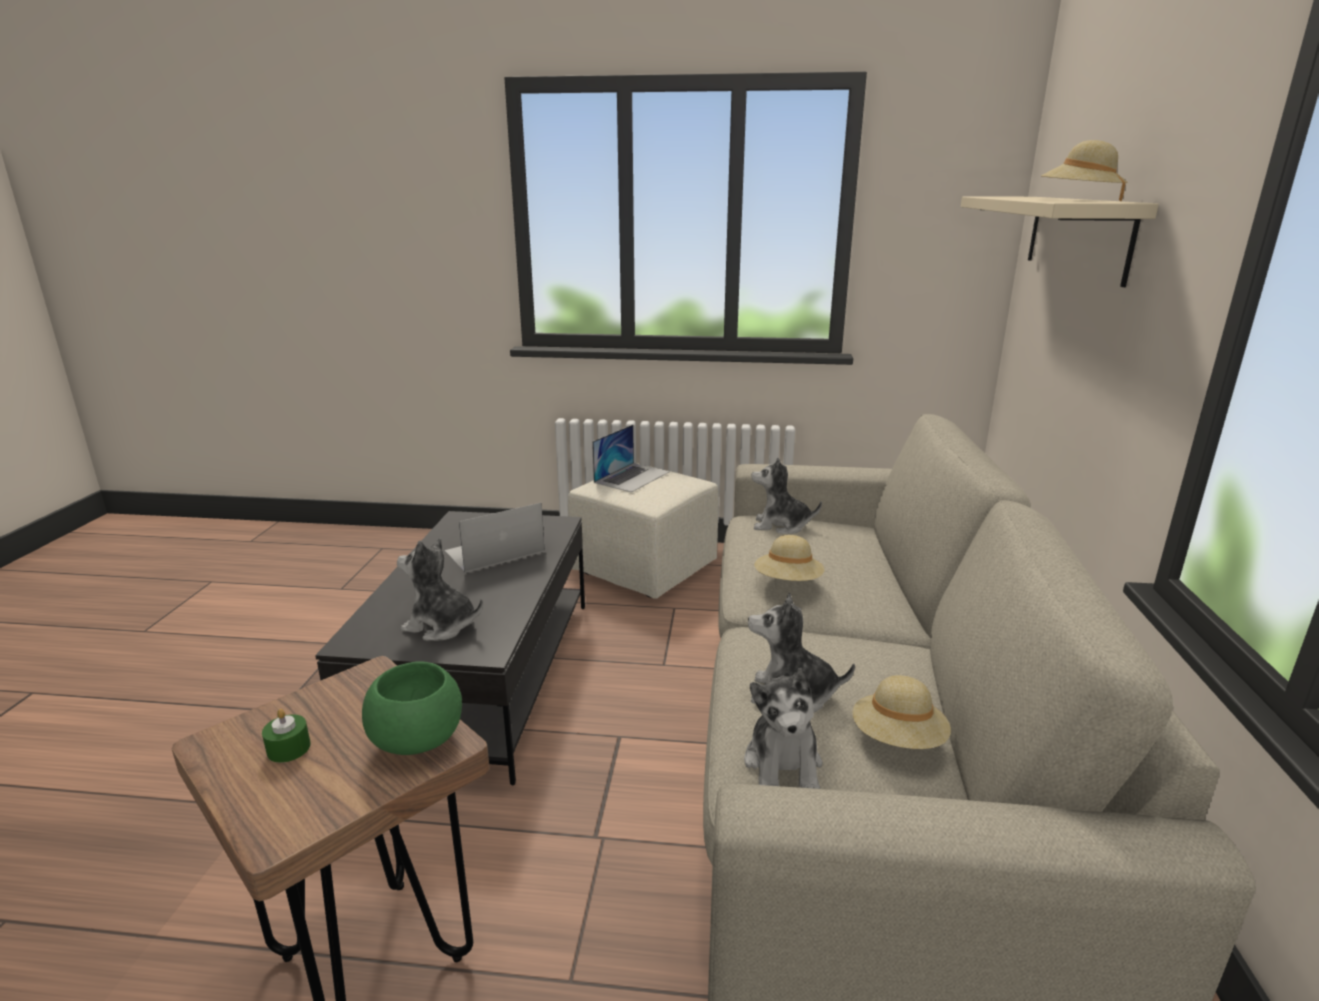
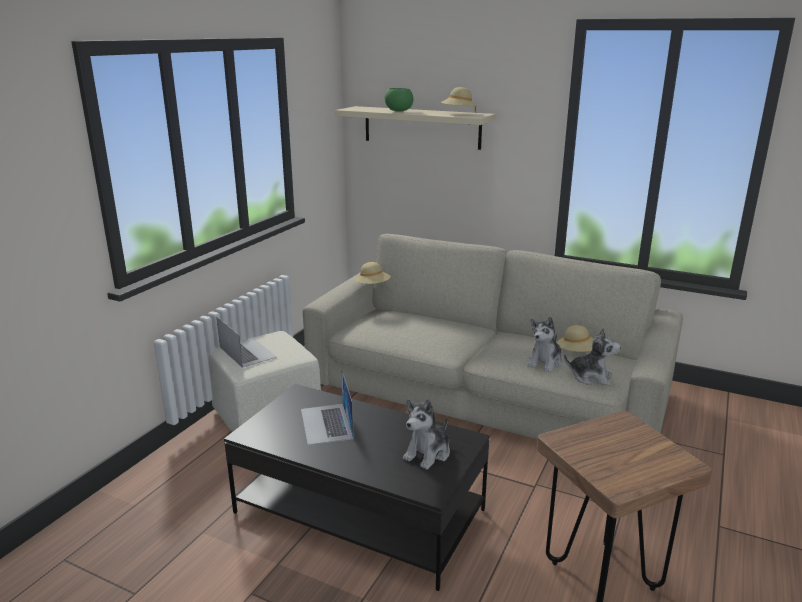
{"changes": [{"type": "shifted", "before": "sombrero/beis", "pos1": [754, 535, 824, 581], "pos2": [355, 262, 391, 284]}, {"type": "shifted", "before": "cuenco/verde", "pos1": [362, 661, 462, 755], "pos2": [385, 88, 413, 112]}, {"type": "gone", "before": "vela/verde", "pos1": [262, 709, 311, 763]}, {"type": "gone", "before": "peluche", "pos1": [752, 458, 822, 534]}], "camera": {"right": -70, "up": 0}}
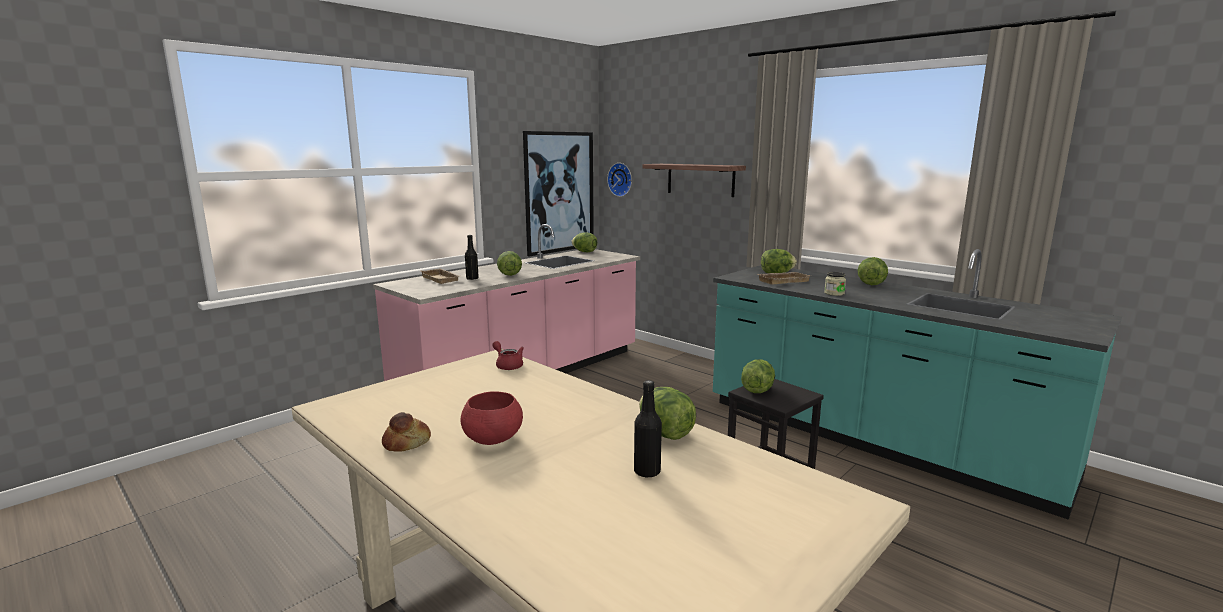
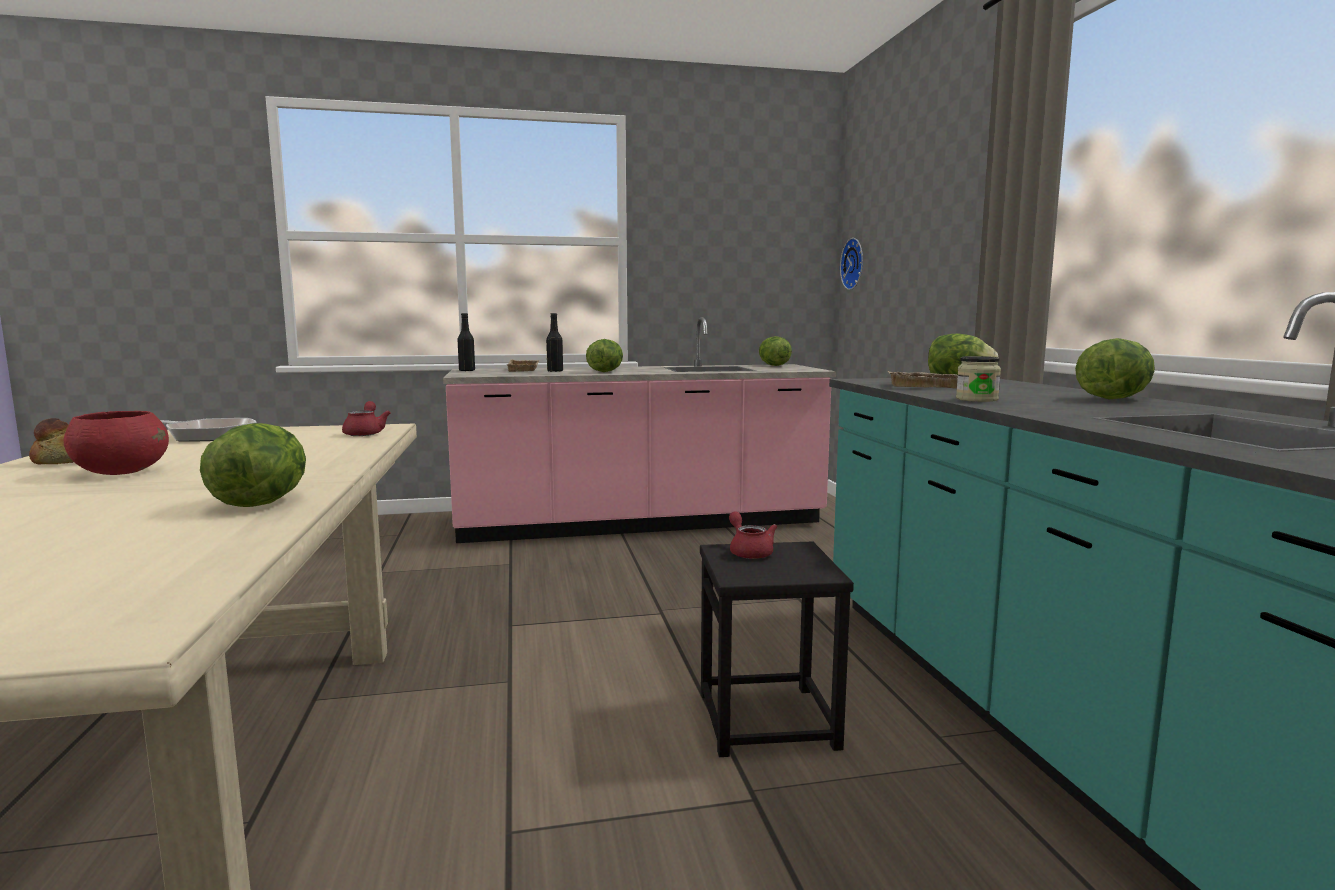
{"changes": [{"type": "new", "after": "sartén", "pos2": [160, 418, 257, 442]}, {"type": "shifted", "before": "botella/negro", "pos1": [634, 380, 662, 477], "pos2": [457, 313, 475, 371]}, {"type": "swapped", "before": "lechuga", "after": "tetera/rojo", "pos1": [741, 359, 775, 393], "pos2": [729, 511, 777, 559]}, {"type": "gone", "before": "cuadro", "pos1": [523, 131, 594, 256]}, {"type": "gone", "before": "estante", "pos1": [643, 164, 746, 197]}], "camera": {"right": 35, "up": -5}}
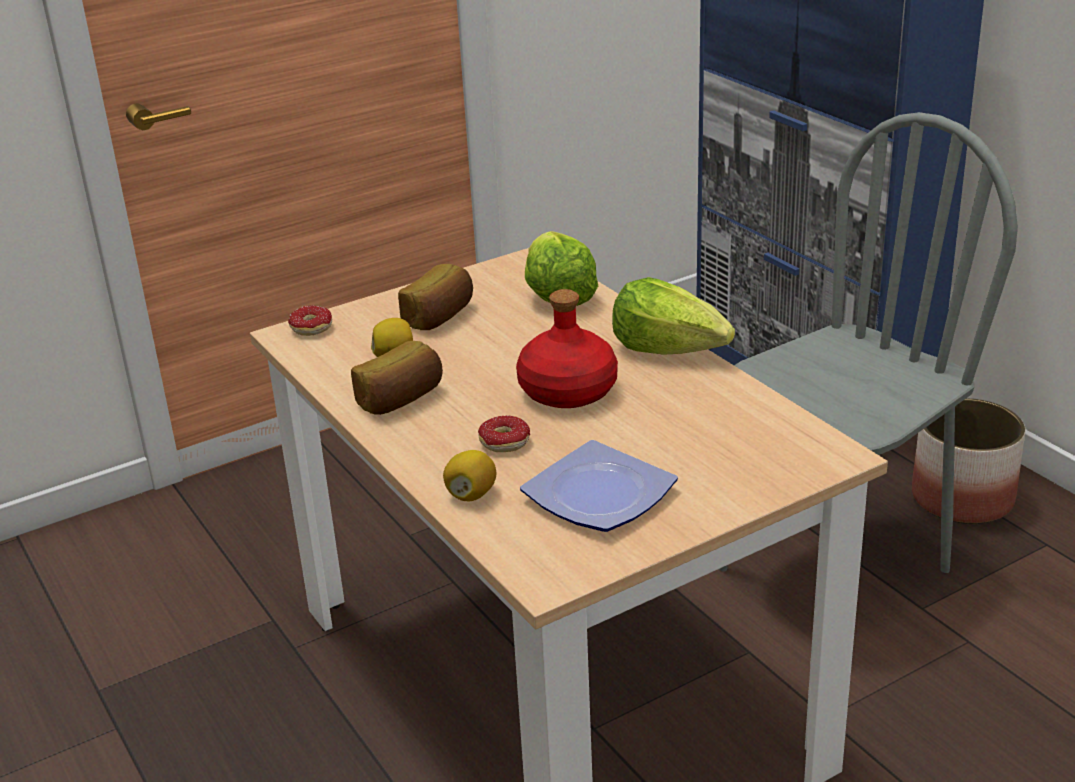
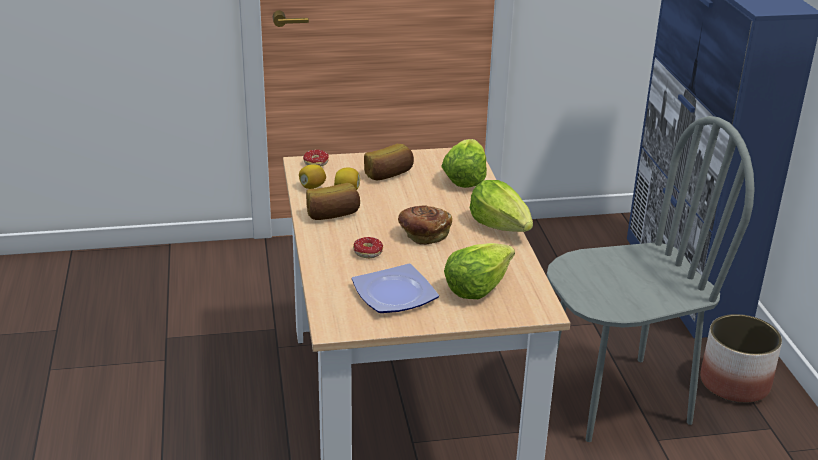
{"changes": [{"type": "shifted", "before": "limón", "pos1": [443, 450, 496, 501], "pos2": [299, 164, 326, 189]}, {"type": "swapped", "before": "botella/rojo", "after": "pan", "pos1": [516, 289, 618, 408], "pos2": [398, 205, 452, 245]}, {"type": "new", "after": "lechuga", "pos2": [444, 243, 515, 299]}], "camera": {"right": 20, "up": 0}}
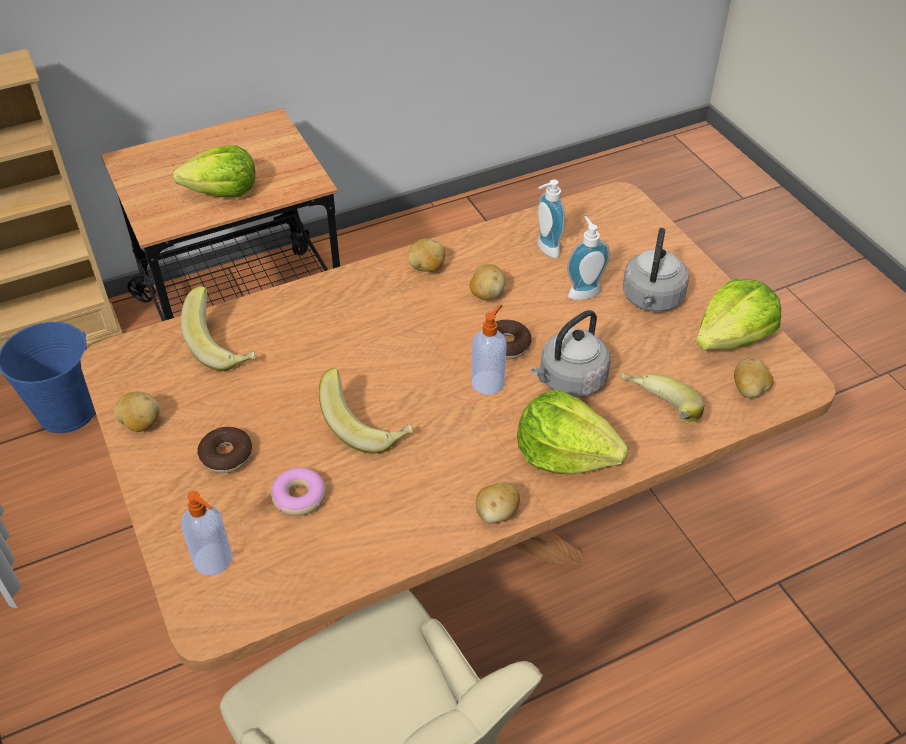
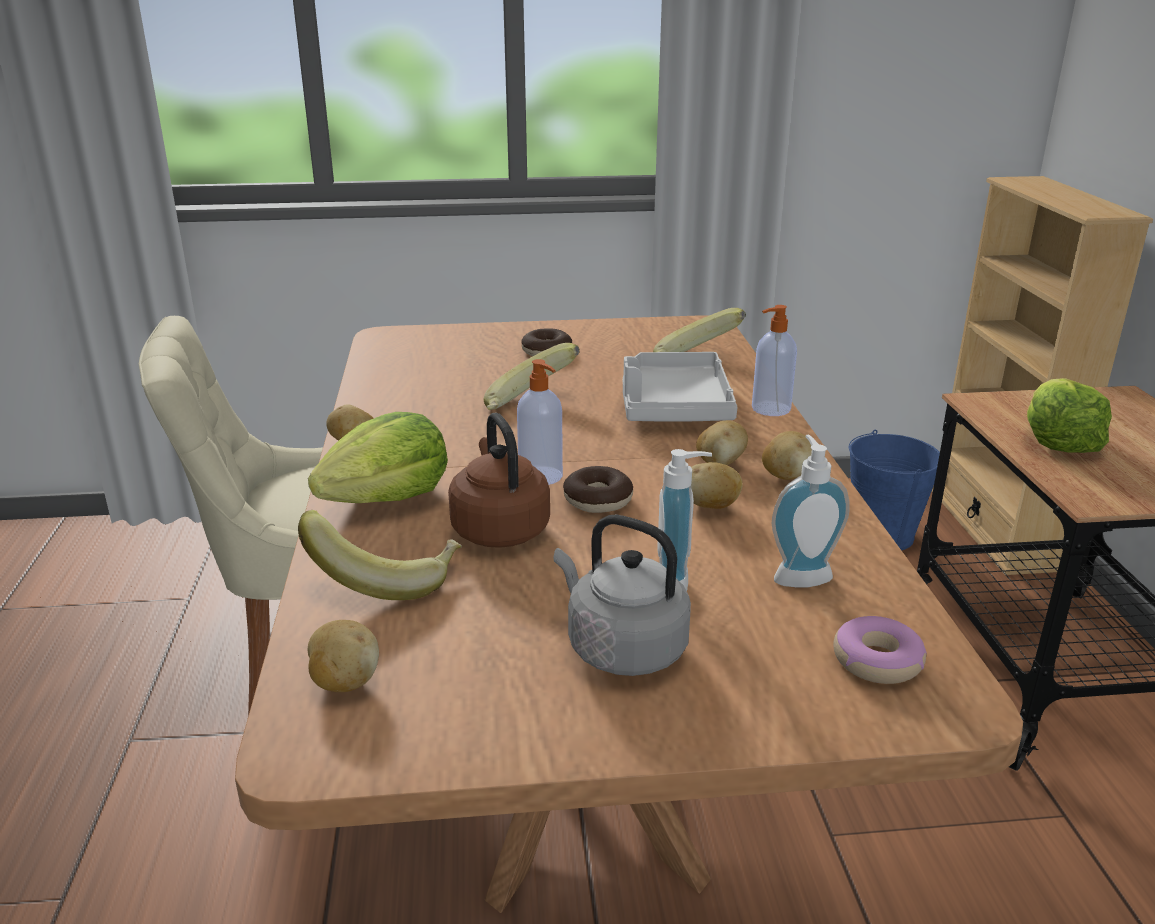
{"changes": [{"type": "repainted", "before": "hervidor/gris", "after": "hervidor/marrón", "pos1": [531, 310, 610, 397], "pos2": [448, 413, 550, 548]}, {"type": "new", "after": "bandeja/gris", "pos2": [623, 352, 738, 422]}, {"type": "shifted", "before": "patata", "pos1": [114, 391, 160, 432], "pos2": [696, 420, 748, 465]}, {"type": "shifted", "before": "dispensador de jabón", "pos1": [181, 491, 232, 575], "pos2": [752, 305, 797, 416]}, {"type": "shifted", "before": "rosquilla", "pos1": [271, 468, 326, 516], "pos2": [833, 616, 927, 684]}, {"type": "gone", "before": "lechuga", "pos1": [696, 279, 781, 350]}], "camera": {"right": 110, "up": -20}}
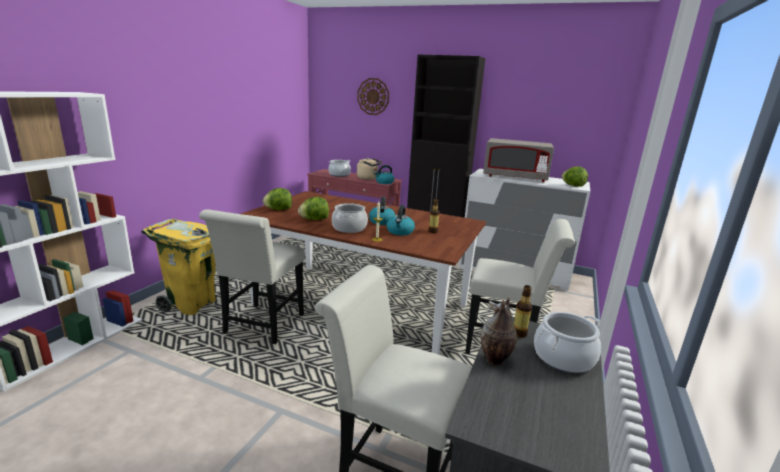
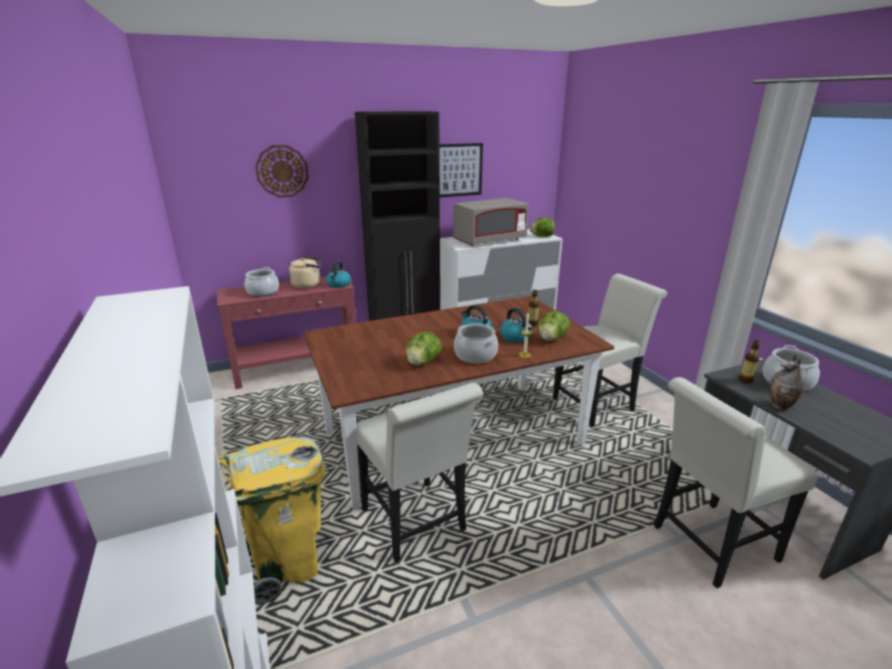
{"changes": [{"type": "new", "after": "cuadro", "pos2": [439, 143, 483, 197]}, {"type": "shifted", "before": "lechuga", "pos1": [263, 188, 292, 210], "pos2": [538, 311, 570, 341]}], "camera": {"right": -45, "up": 5}}
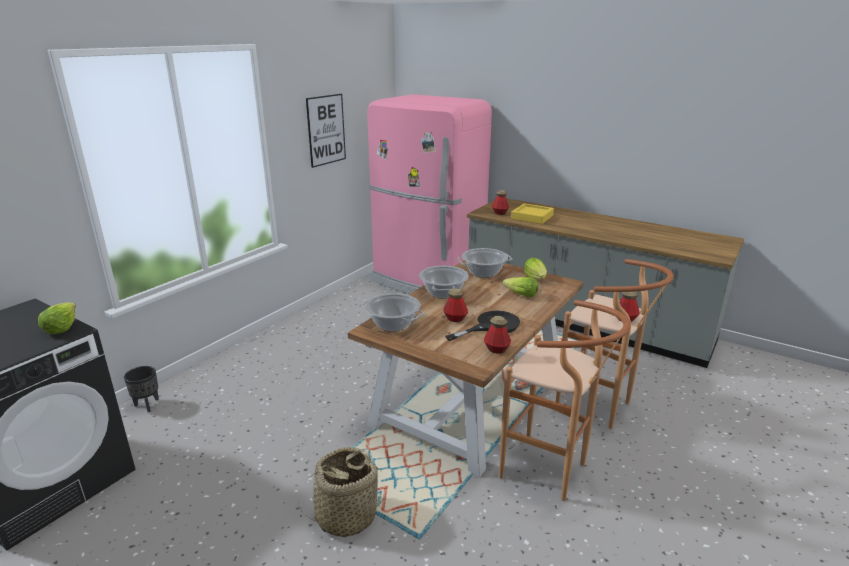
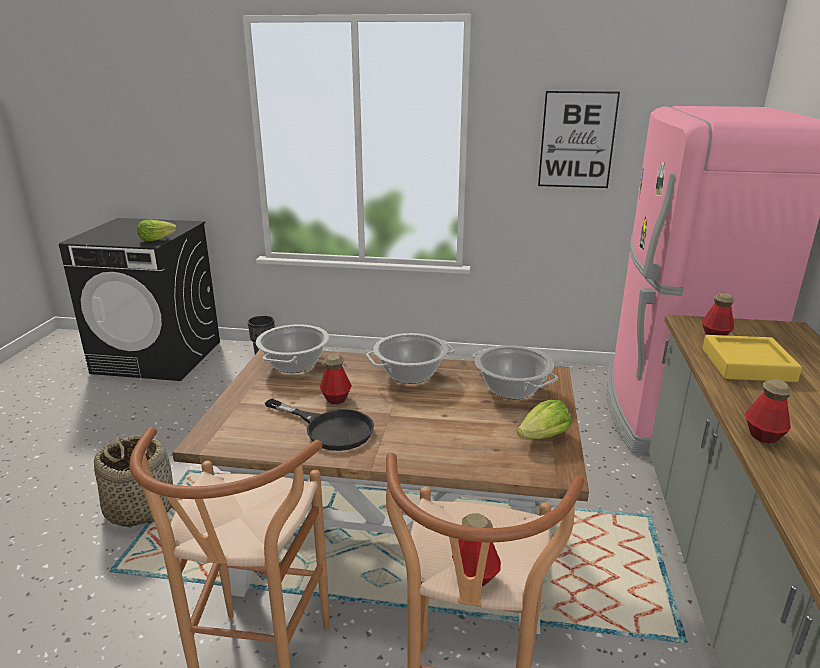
{"changes": [{"type": "shifted", "before": "botella", "pos1": [484, 316, 511, 354], "pos2": [745, 379, 792, 443]}, {"type": "gone", "before": "lechuga", "pos1": [503, 277, 538, 297]}], "camera": {"right": 65, "up": 0}}
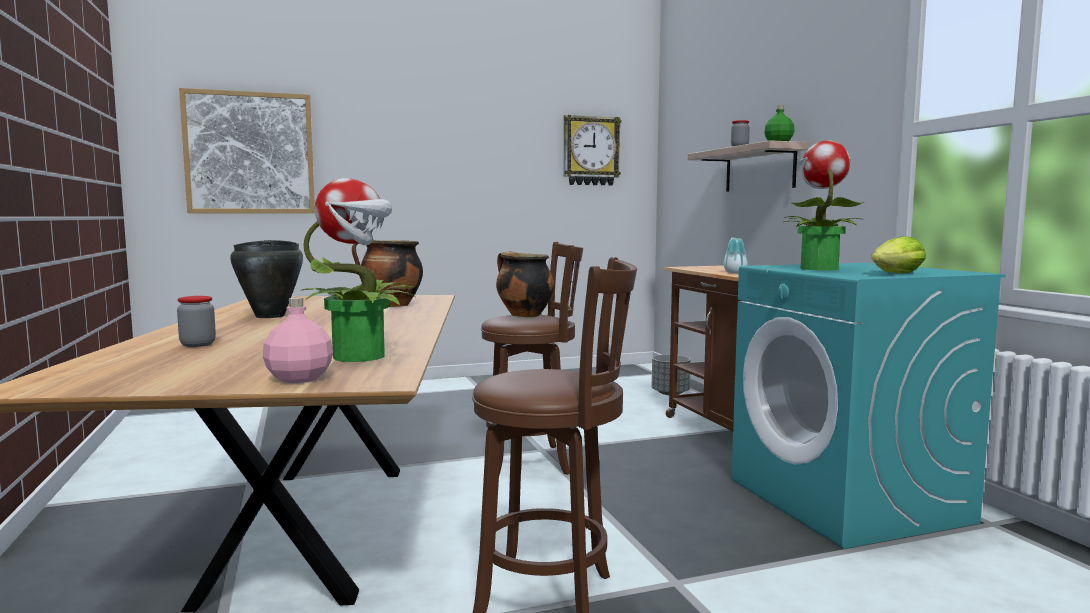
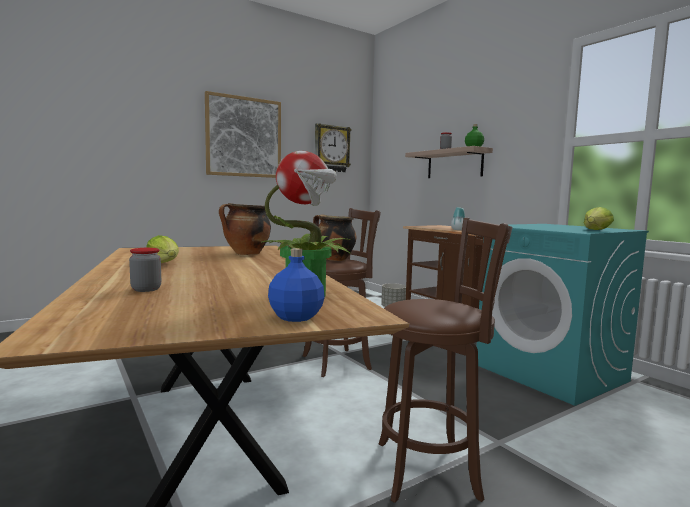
{"changes": [{"type": "swapped", "before": "olla/negro", "after": "lechuga", "pos1": [230, 240, 303, 318], "pos2": [147, 235, 179, 263]}, {"type": "shifted", "before": "cuadro", "pos1": [179, 88, 315, 213], "pos2": [205, 91, 281, 178]}, {"type": "repainted", "before": "botella/rosa", "after": "botella/azul", "pos1": [263, 297, 333, 383], "pos2": [268, 248, 325, 322]}, {"type": "gone", "before": "planta en maceta", "pos1": [783, 140, 864, 270]}], "camera": {"right": -15, "up": 0}}
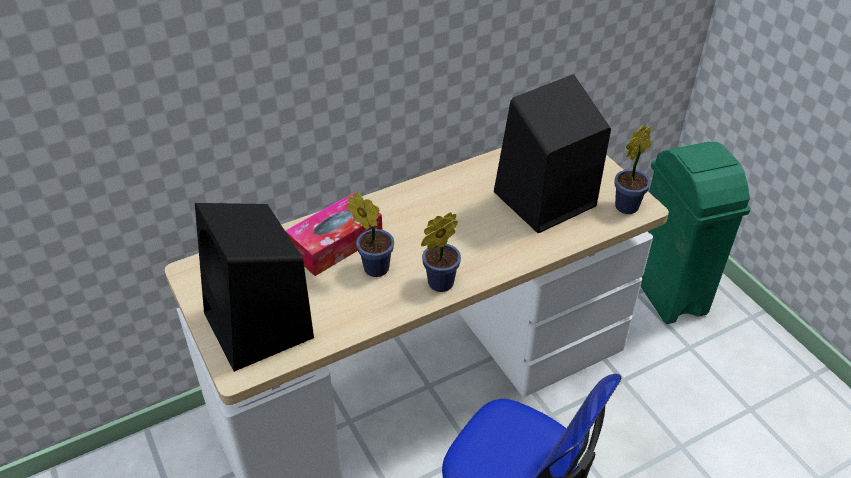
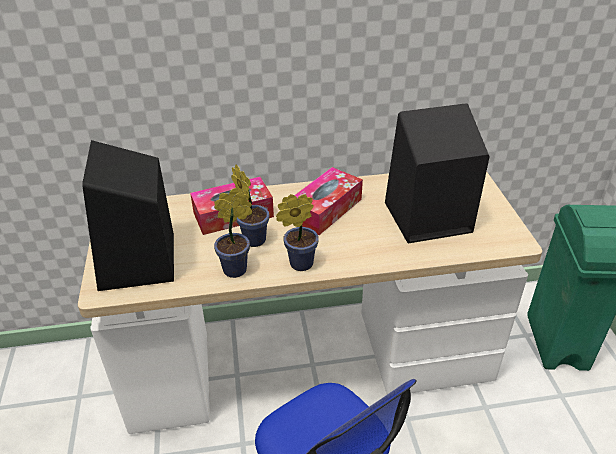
{"changes": [{"type": "shifted", "before": "planta en maceta", "pos1": [615, 124, 652, 214], "pos2": [214, 188, 252, 278]}, {"type": "new", "after": "caja de pañuelos", "pos2": [295, 167, 363, 235]}], "camera": {"right": 20, "up": -5}}
